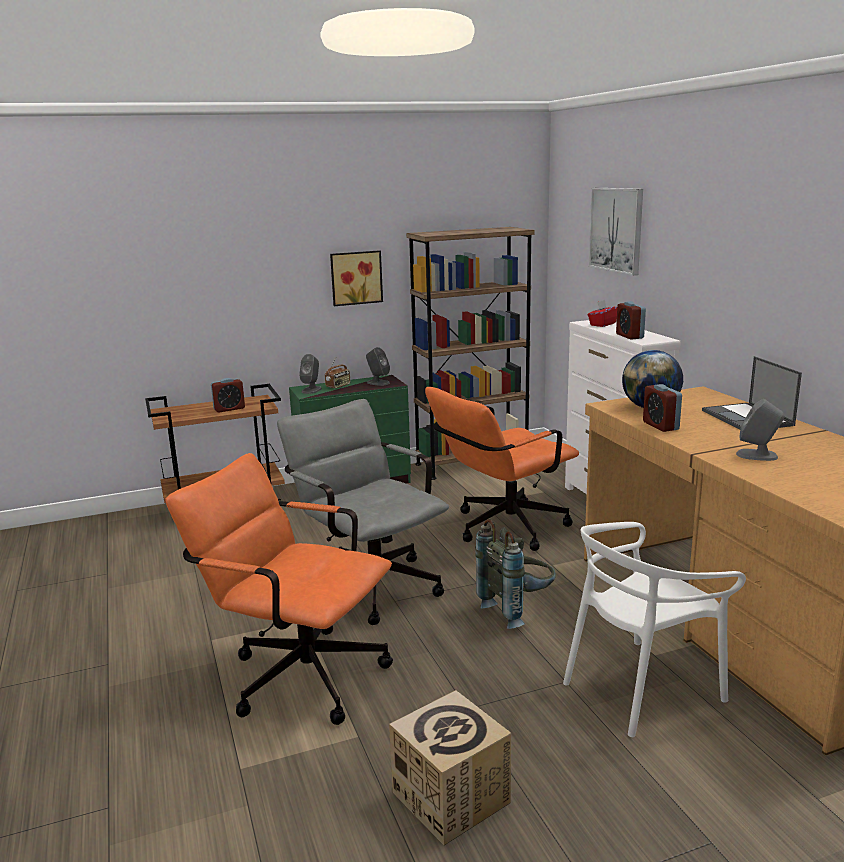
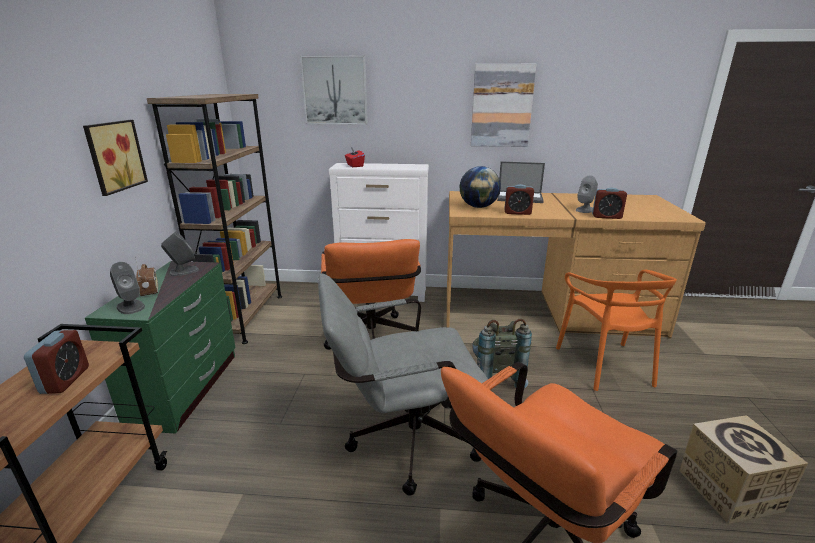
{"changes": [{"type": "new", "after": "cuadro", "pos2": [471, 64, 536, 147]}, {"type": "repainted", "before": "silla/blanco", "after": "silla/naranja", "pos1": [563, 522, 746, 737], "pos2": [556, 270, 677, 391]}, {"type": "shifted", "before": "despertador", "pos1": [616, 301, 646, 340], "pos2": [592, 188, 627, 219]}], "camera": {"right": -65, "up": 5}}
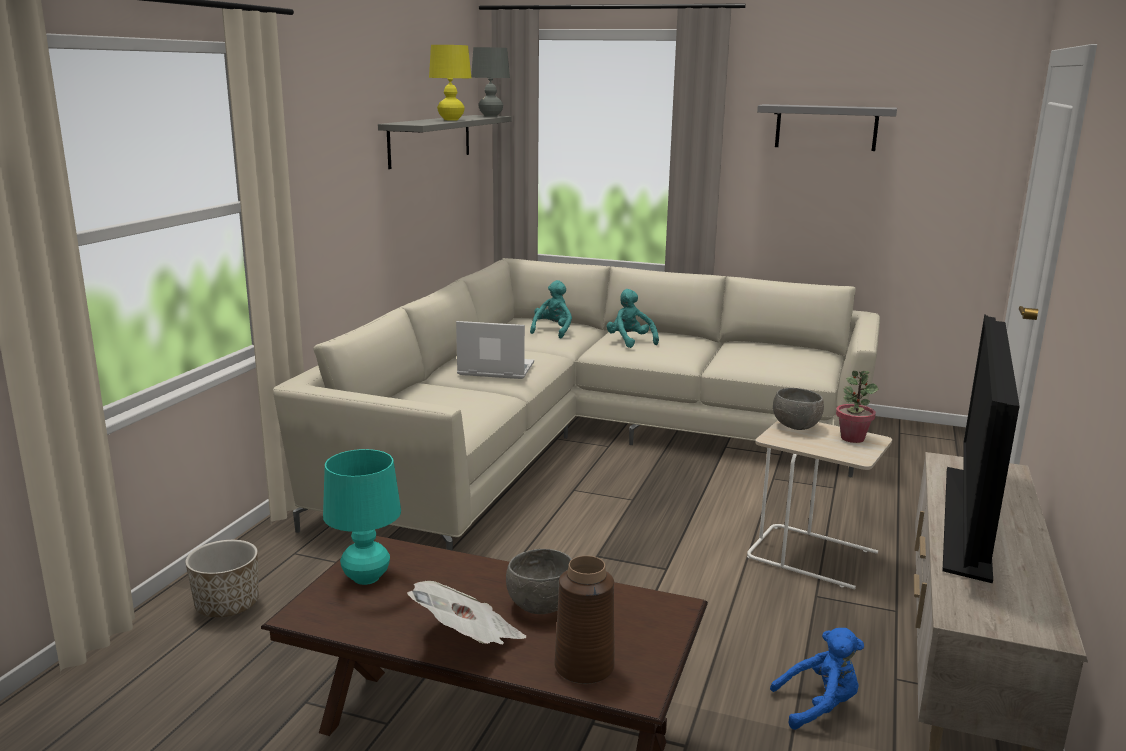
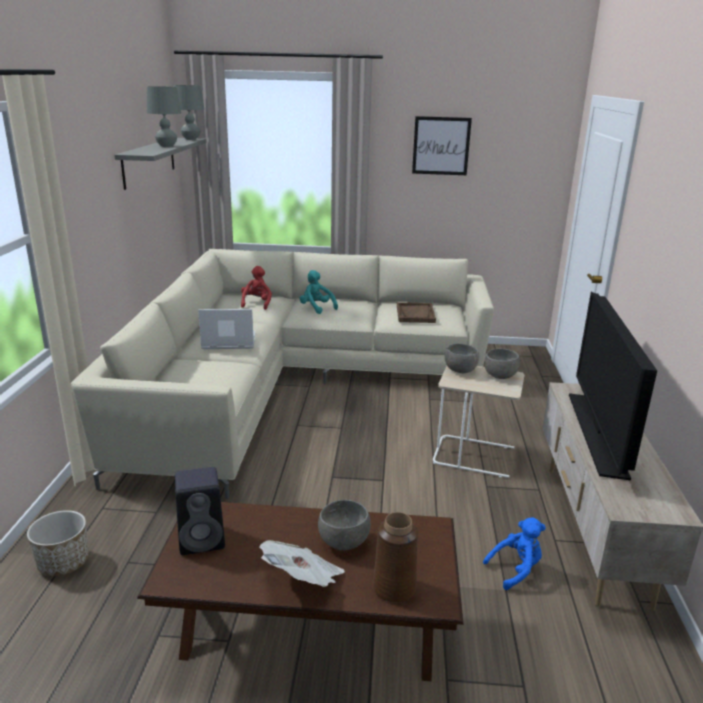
{"changes": [{"type": "repainted", "before": "lámpara de mesa/amarillo", "after": "lámpara de mesa/gris", "pos1": [429, 45, 472, 120], "pos2": [147, 86, 181, 147]}, {"type": "swapped", "before": "lámpara de mesa/turquesa", "after": "altavoz/negro", "pos1": [323, 449, 401, 585], "pos2": [175, 467, 225, 555]}, {"type": "repainted", "before": "peluche/turquesa", "after": "peluche/rojo", "pos1": [530, 280, 572, 339], "pos2": [241, 266, 272, 310]}, {"type": "new", "after": "bandeja/marrón", "pos2": [397, 302, 436, 323]}, {"type": "swapped", "before": "estante/gris", "after": "cuadro", "pos1": [757, 104, 897, 151], "pos2": [412, 116, 472, 175]}, {"type": "swapped", "before": "planta en maceta", "after": "cuenco/gris", "pos1": [836, 371, 878, 443], "pos2": [484, 349, 520, 379]}], "camera": {"right": -15, "up": 5}}
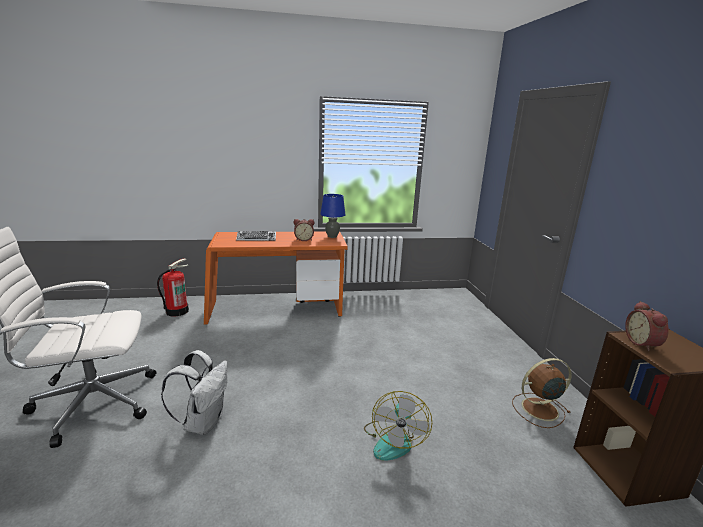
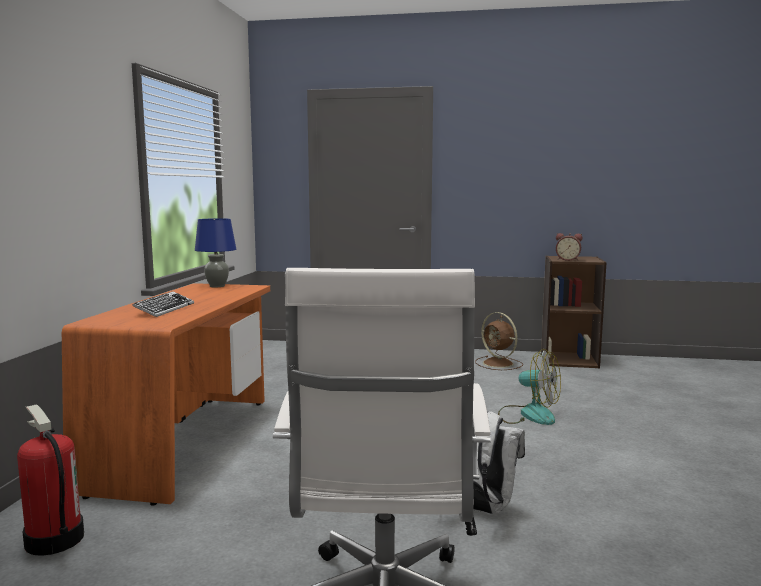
{"changes": [{"type": "rotated", "before": "ventilador/marrón", "pos1": [512, 358, 572, 428], "pos2": [475, 312, 523, 370], "turn": -45}, {"type": "gone", "before": "despertador", "pos1": [294, 219, 314, 241]}], "camera": {"right": -70, "up": -10}}
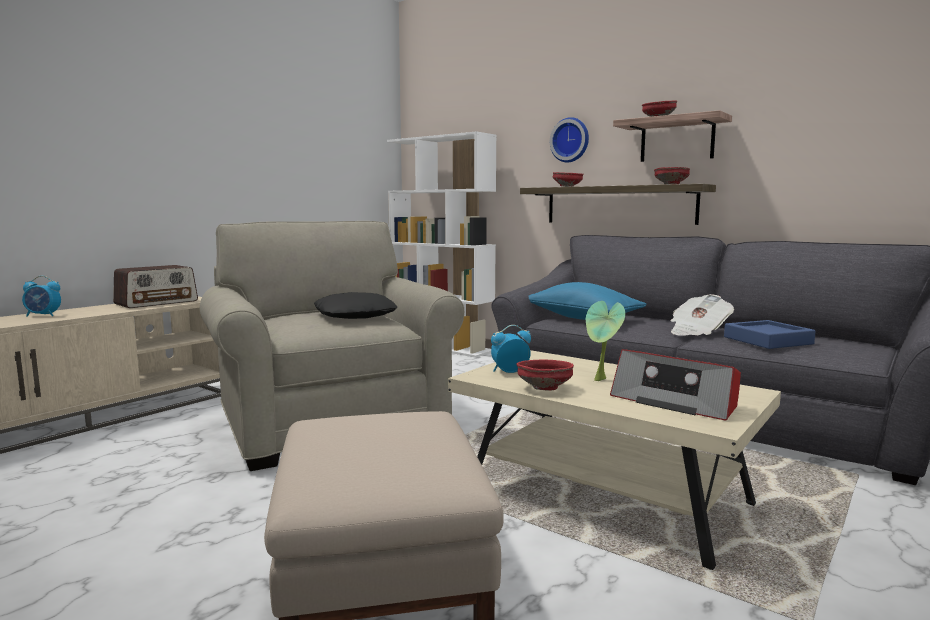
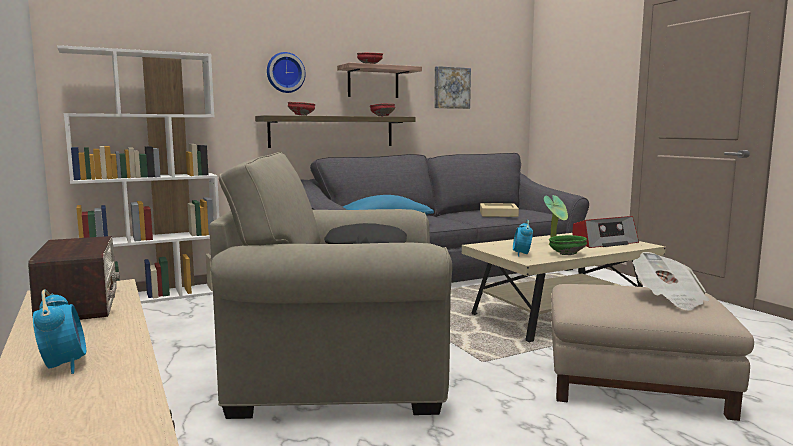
{"changes": [{"type": "rotated", "before": "despertador", "pos1": [22, 276, 61, 317], "pos2": [33, 289, 86, 374], "turn": -45}, {"type": "new", "after": "cuadro", "pos2": [434, 66, 471, 109]}, {"type": "repainted", "before": "bandeja/azul", "after": "bandeja/beis", "pos1": [724, 320, 816, 349], "pos2": [480, 203, 519, 217]}, {"type": "repainted", "before": "cuenco/rojo", "after": "cuenco/verde", "pos1": [516, 360, 574, 391], "pos2": [549, 235, 587, 255]}, {"type": "shifted", "before": "periódico", "pos1": [671, 294, 734, 336], "pos2": [633, 252, 710, 311]}], "camera": {"right": -65, "up": 0}}
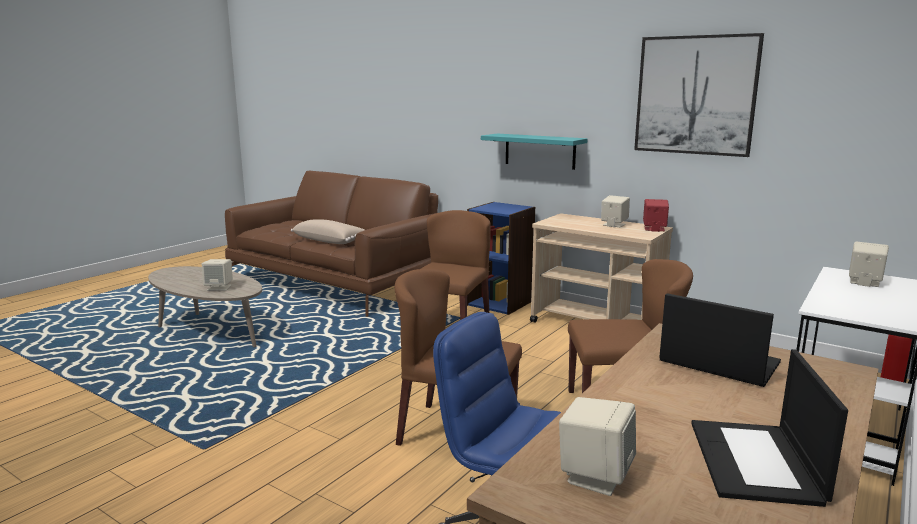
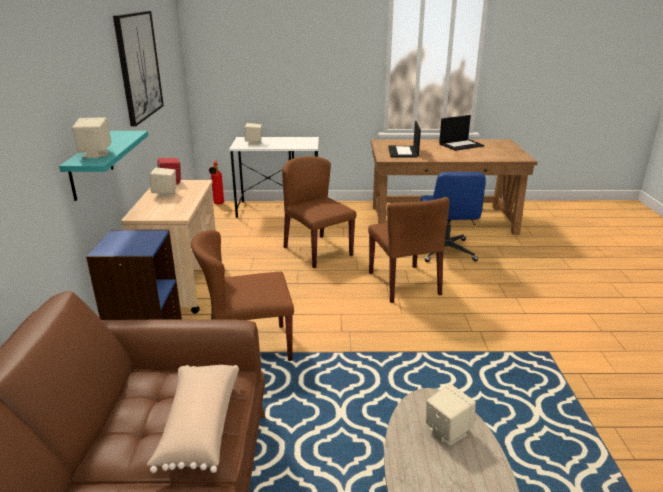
{"changes": [{"type": "shifted", "before": "altavoz/beis", "pos1": [559, 397, 636, 496], "pos2": [72, 117, 111, 158]}], "camera": {"right": -125, "up": 10}}
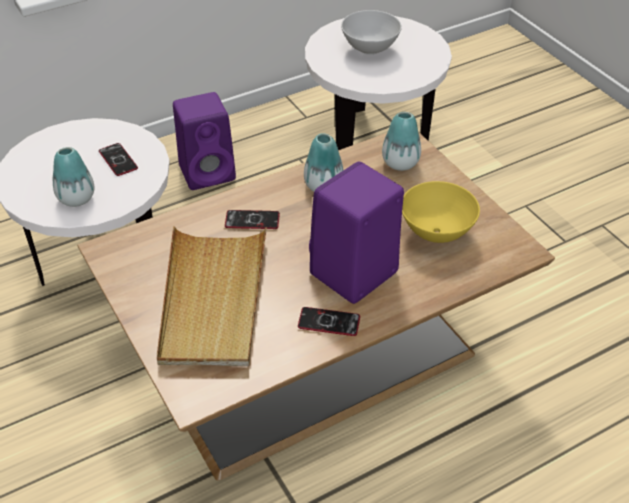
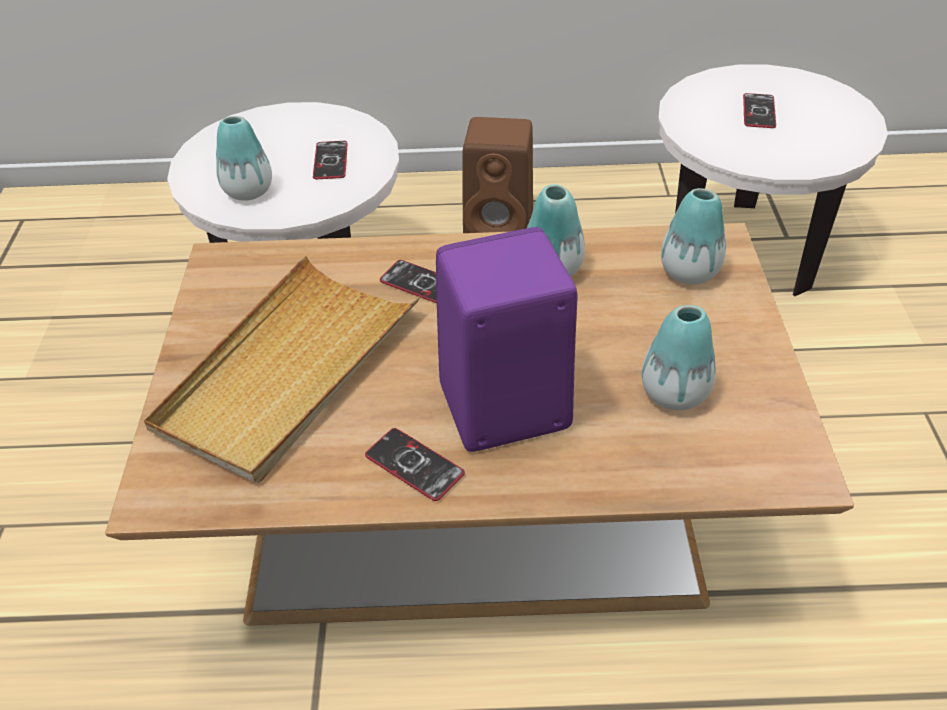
{"changes": [{"type": "repainted", "before": "altavoz/morado", "after": "altavoz/marrón", "pos1": [173, 92, 236, 190], "pos2": [462, 117, 533, 233]}, {"type": "swapped", "before": "cuenco/amarillo", "after": "florero", "pos1": [402, 181, 480, 243], "pos2": [642, 305, 716, 410]}, {"type": "swapped", "before": "cuenco/blanco", "after": "móvil", "pos1": [341, 10, 402, 55], "pos2": [743, 93, 776, 128]}], "camera": {"right": 30, "up": 0}}
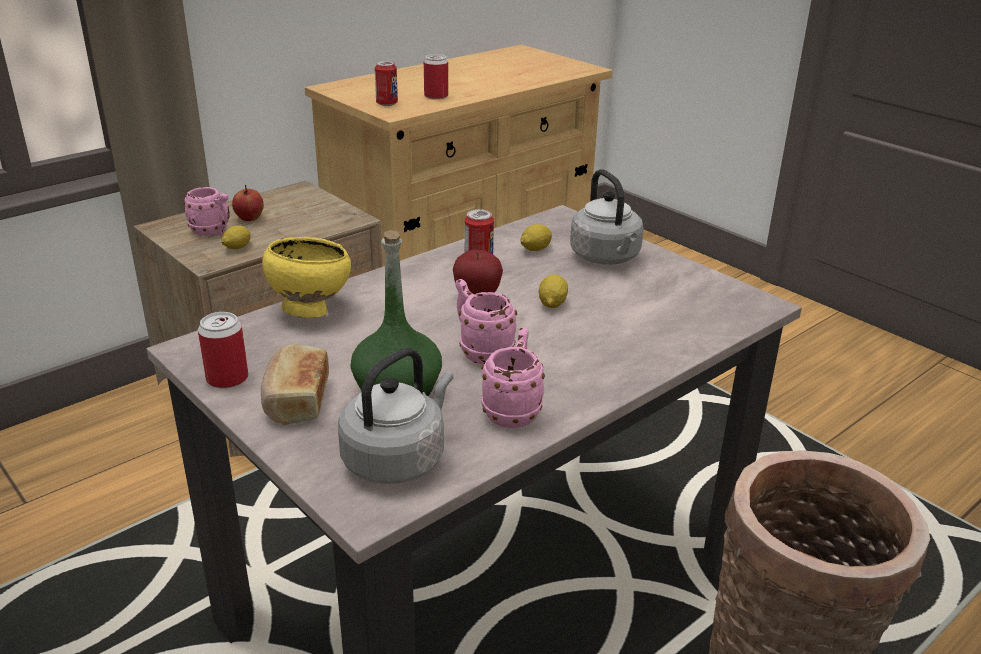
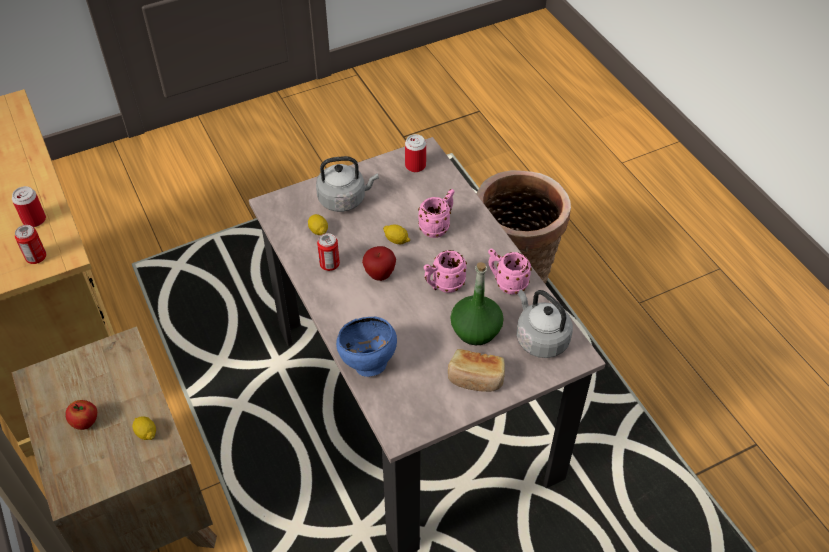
{"changes": [{"type": "repainted", "before": "cuenco/amarillo", "after": "cuenco/azul", "pos1": [262, 237, 351, 318], "pos2": [336, 316, 397, 377]}, {"type": "shifted", "before": "lata", "pos1": [198, 312, 248, 389], "pos2": [405, 134, 426, 172]}, {"type": "shifted", "before": "taza grande/rosa", "pos1": [183, 187, 230, 236], "pos2": [418, 189, 454, 238]}], "camera": {"right": -75, "up": 20}}
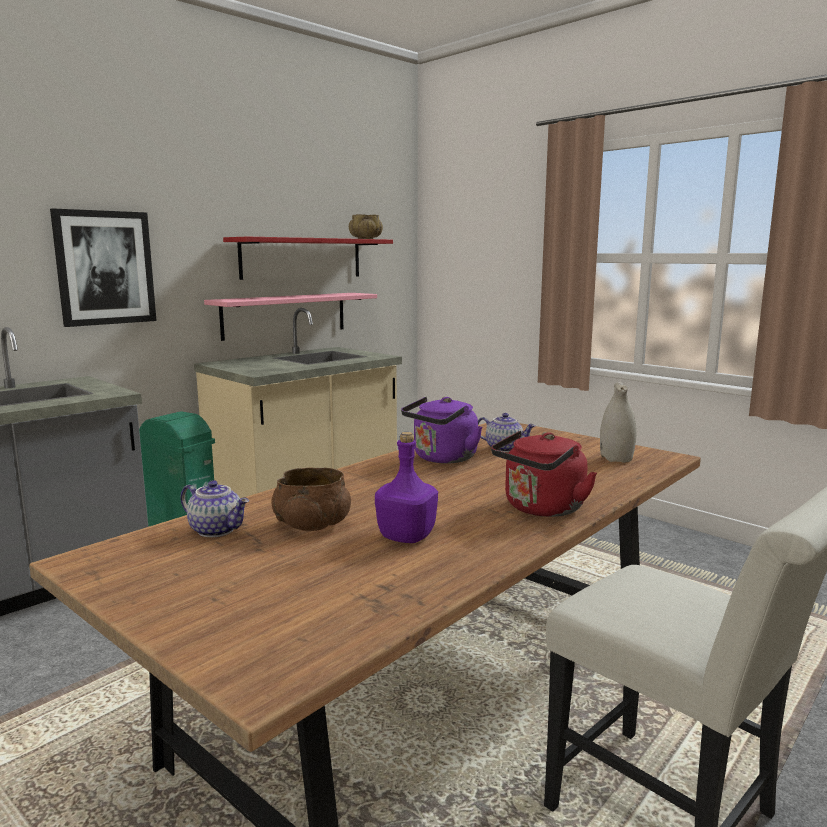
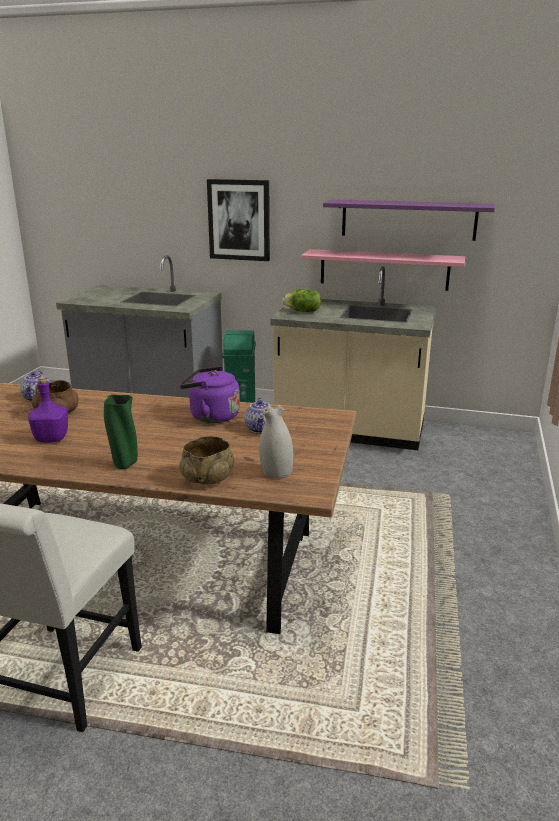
{"changes": [{"type": "swapped", "before": "hervidor/rojo", "after": "florero/verde", "pos1": [491, 431, 597, 517], "pos2": [104, 395, 138, 469]}, {"type": "shifted", "before": "cuenco/beis", "pos1": [349, 214, 383, 239], "pos2": [179, 436, 234, 485]}, {"type": "new", "after": "lechuga", "pos2": [282, 289, 321, 312]}, {"type": "repainted", "before": "estante/rojo", "after": "estante/morado", "pos1": [223, 237, 393, 280], "pos2": [323, 199, 495, 241]}], "camera": {"right": 60, "up": 10}}
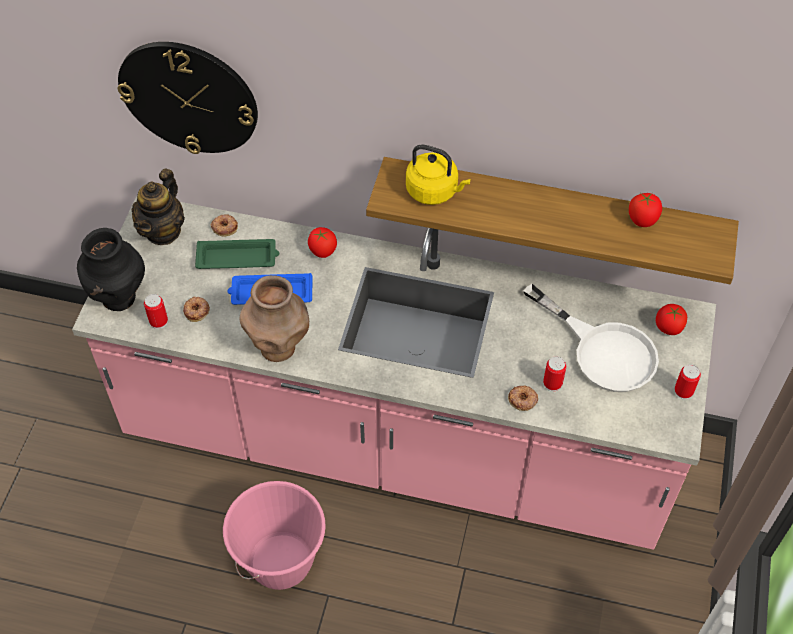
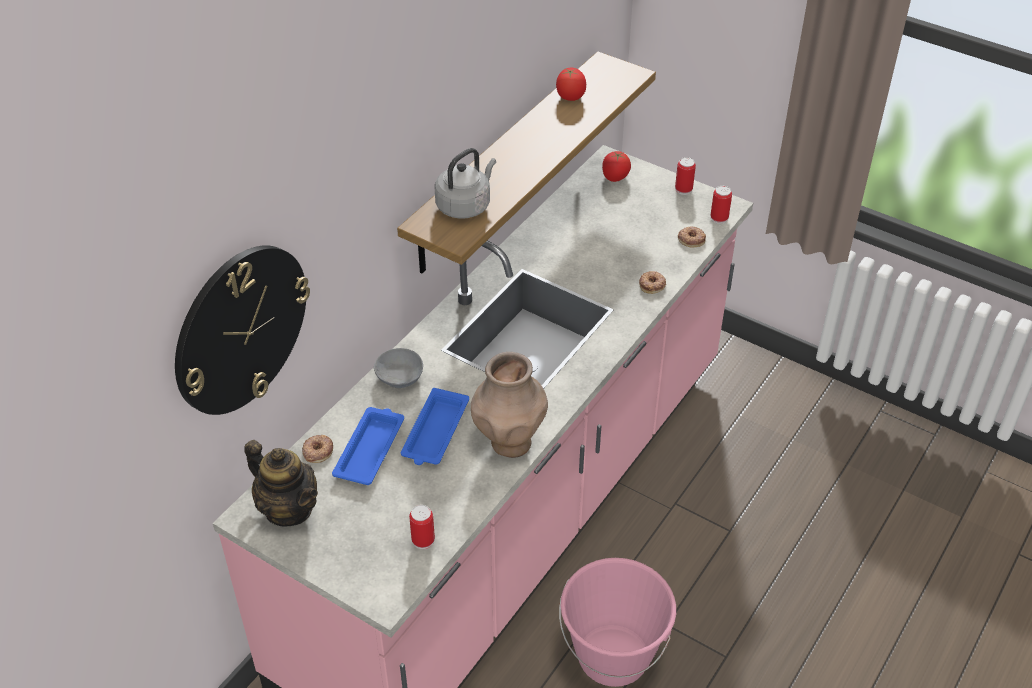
{"changes": [{"type": "repainted", "before": "bandeja/verde", "after": "bandeja/azul", "pos1": [195, 239, 279, 269], "pos2": [332, 407, 404, 485]}, {"type": "swapped", "before": "tomate", "after": "cuenco/gris", "pos1": [308, 227, 337, 258], "pos2": [374, 348, 423, 388]}, {"type": "repainted", "before": "hervidor/amarillo", "after": "hervidor/gris", "pos1": [406, 145, 471, 205], "pos2": [434, 148, 496, 219]}, {"type": "shifted", "before": "rosquilla", "pos1": [183, 297, 210, 322], "pos2": [678, 227, 706, 248]}, {"type": "shifted", "before": "lata", "pos1": [543, 356, 566, 392], "pos2": [711, 186, 732, 224]}, {"type": "gone", "before": "florero/negro", "pos1": [77, 228, 145, 311]}, {"type": "gone", "before": "sartén/blanco", "pos1": [523, 284, 659, 392]}], "camera": {"right": -70, "up": -10}}
